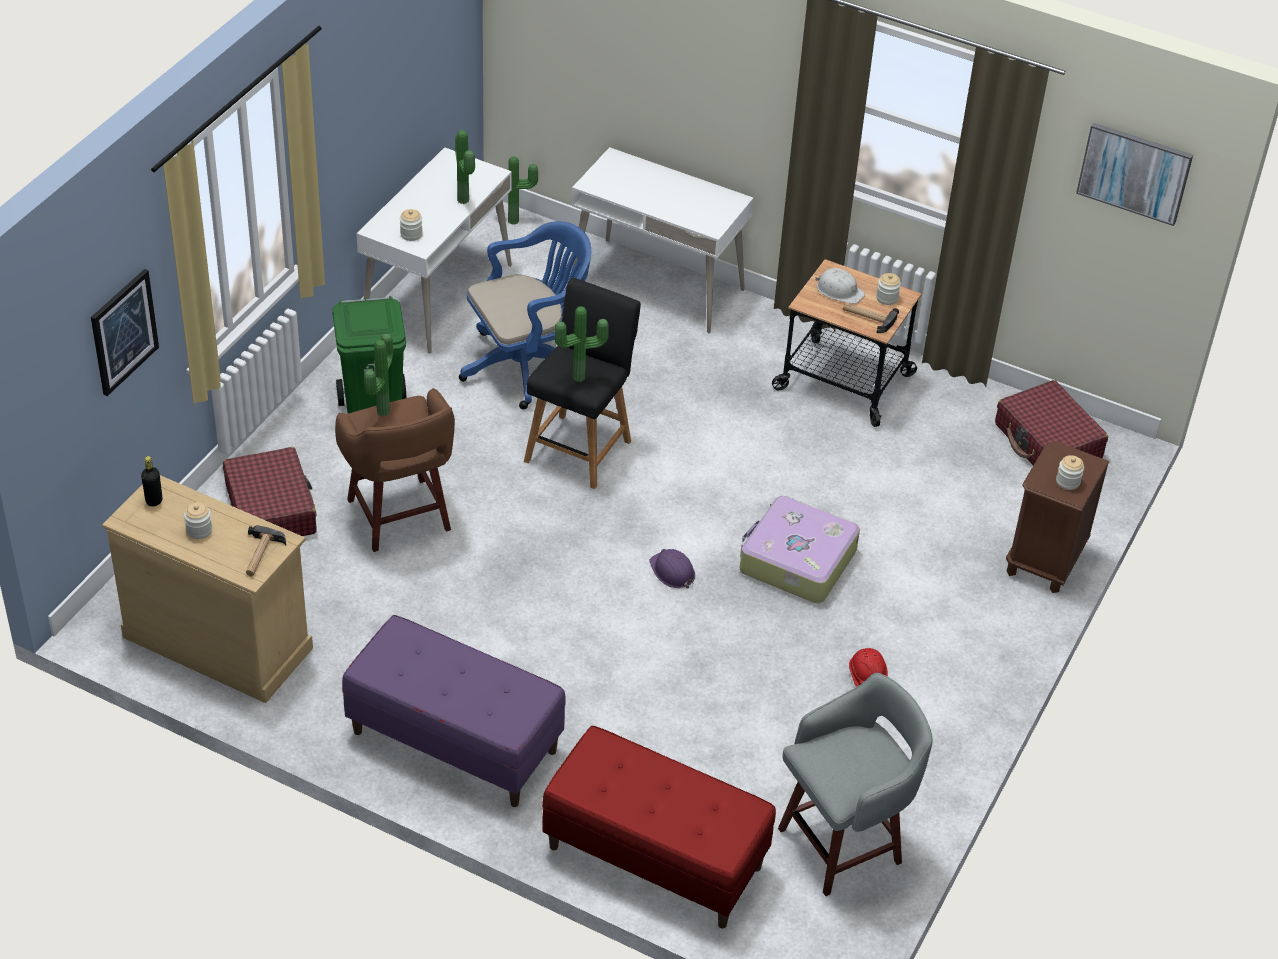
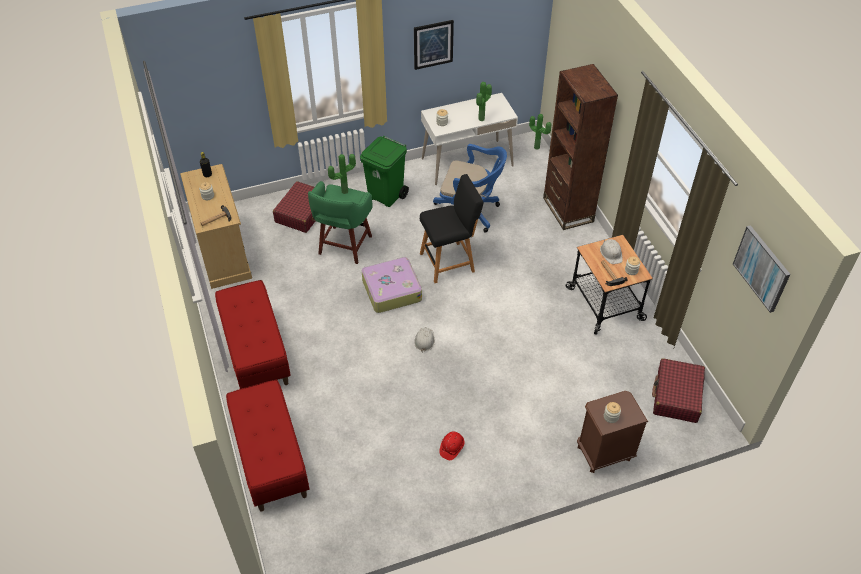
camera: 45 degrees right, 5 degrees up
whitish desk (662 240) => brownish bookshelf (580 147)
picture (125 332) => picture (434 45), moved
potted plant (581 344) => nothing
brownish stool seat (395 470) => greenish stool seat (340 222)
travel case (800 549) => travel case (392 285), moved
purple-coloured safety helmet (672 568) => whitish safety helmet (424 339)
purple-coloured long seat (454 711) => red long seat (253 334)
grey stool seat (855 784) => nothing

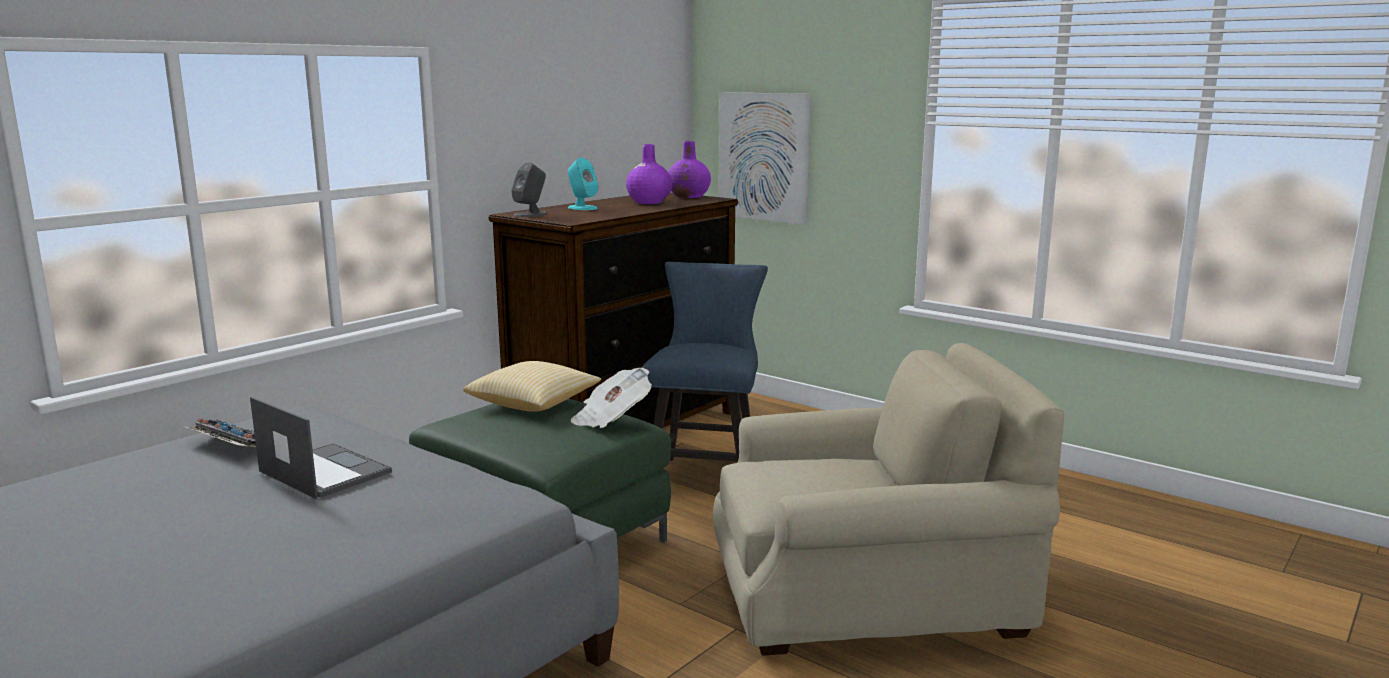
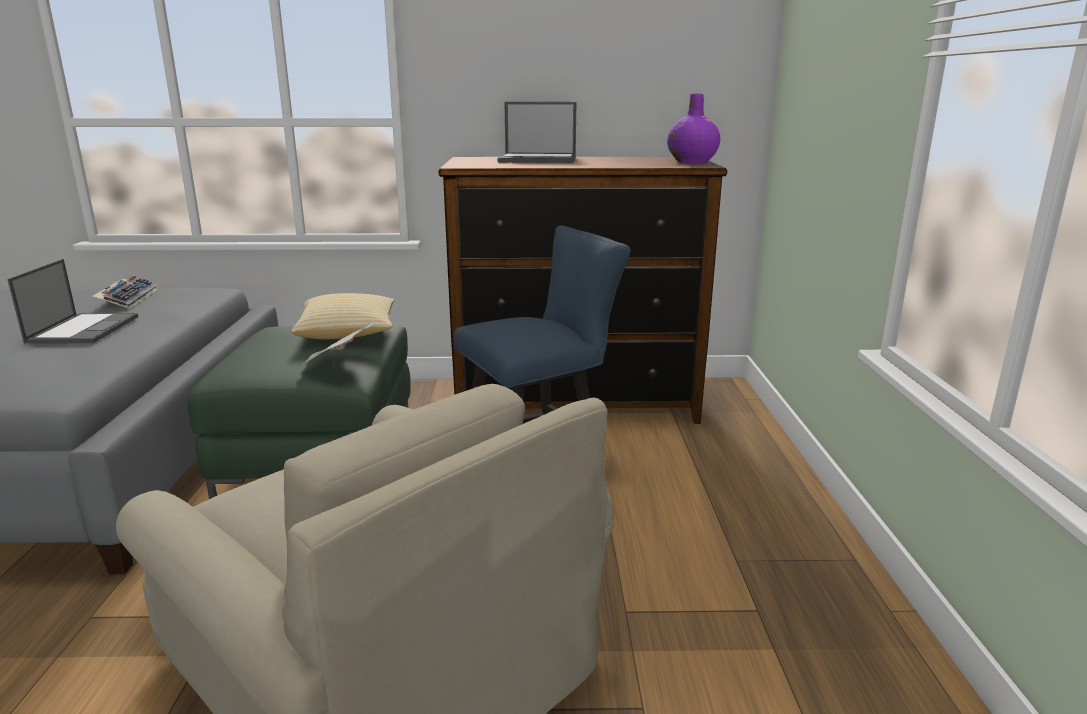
camera: 50 degrees right, 5 degrees up
picture (765 158) => nothing
purple-coloured vase (649 174) => nothing
turquoise-coloured loudspeaker (583 184) => portable computer (536 132)
grey loudspeaker (529 189) => nothing

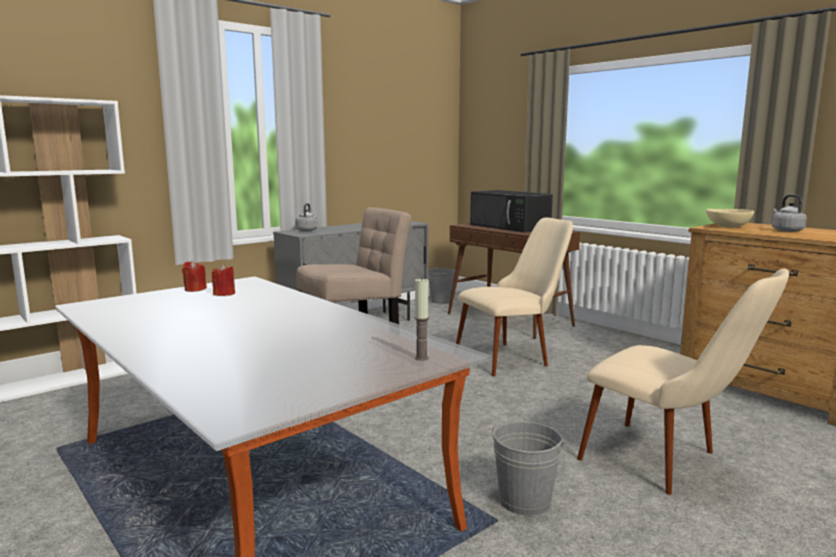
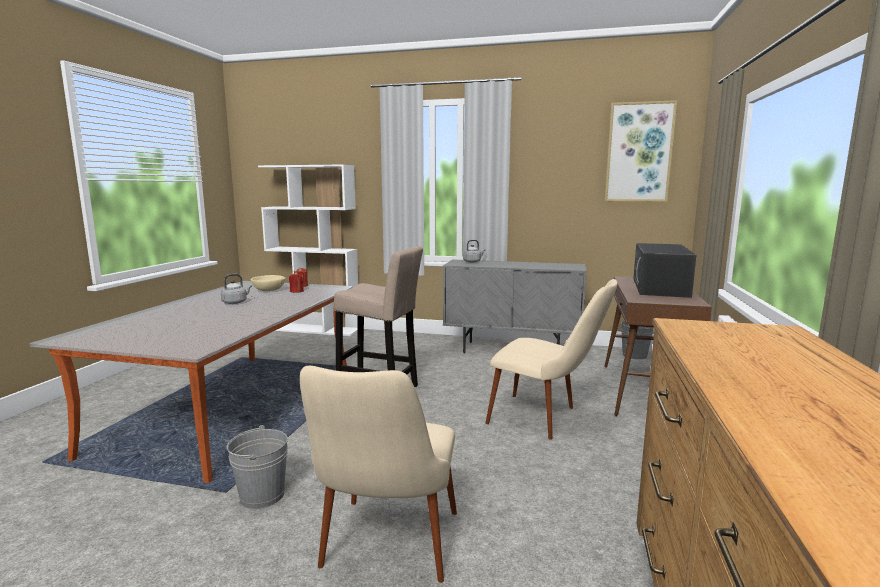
camera: 55 degrees right, 0 degrees up
grey kettle (789 213) => grey kettle (236 289), moved
sand-coloured deep dish (730 218) => sand-coloured deep dish (268 283), moved
candle (422 320) => nothing
nothing => picture (641 151)

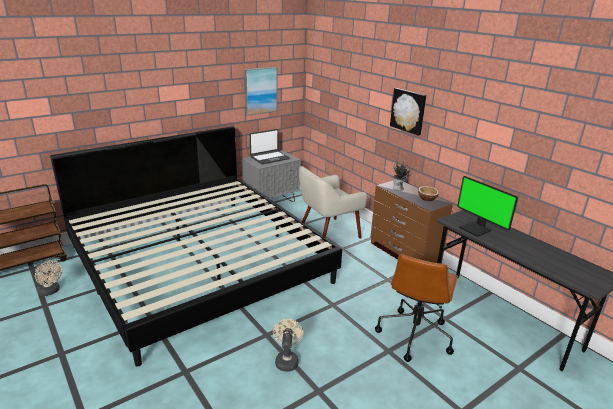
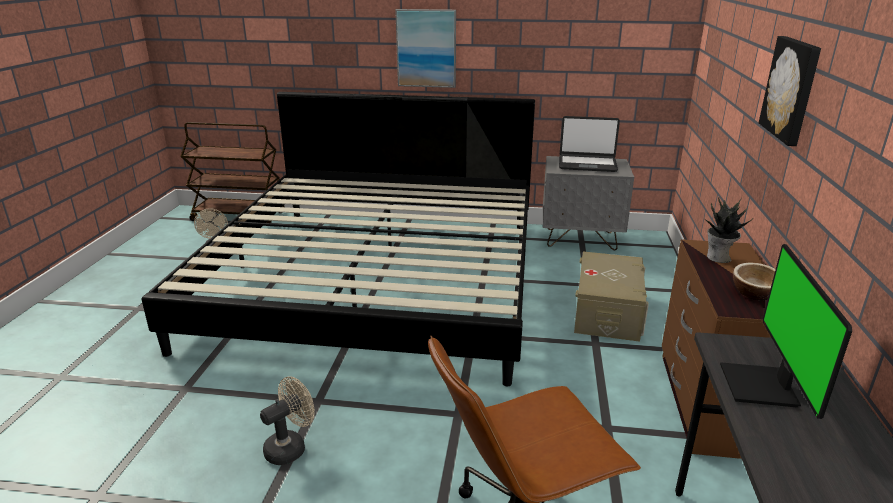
camera: 45 degrees right, 0 degrees up
picture (260 91) => picture (425 48), moved
sand-coloured easy chair (333 202) => sand-coloured storage box (611 296)

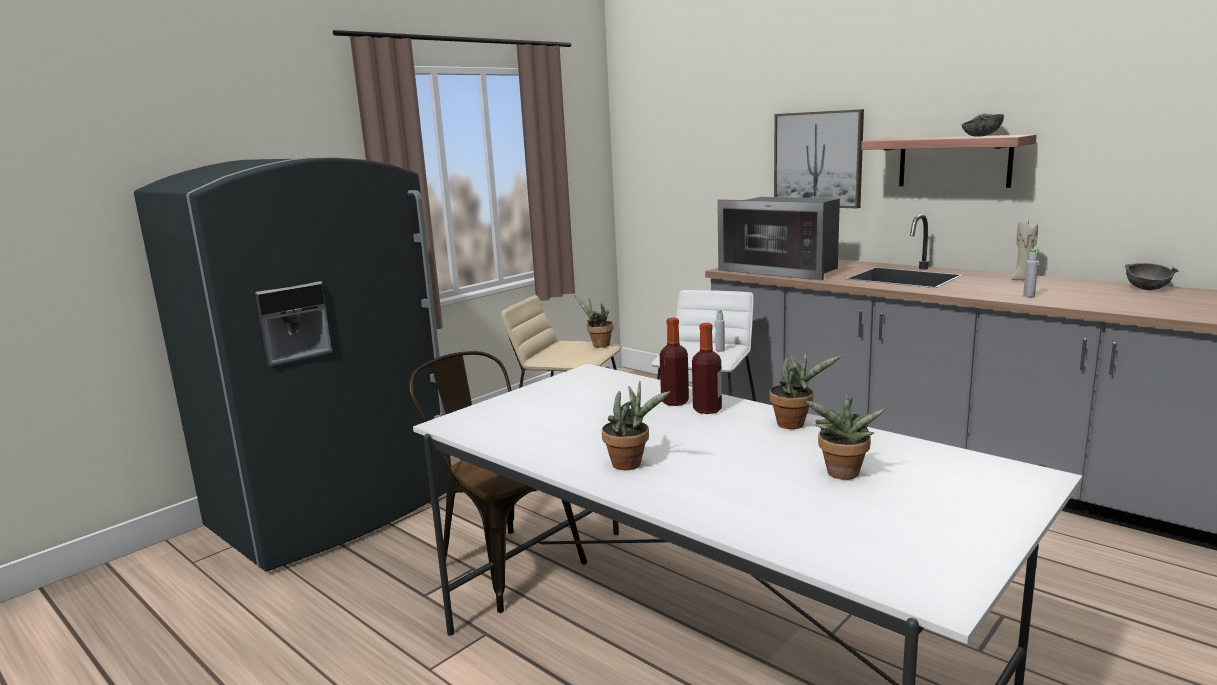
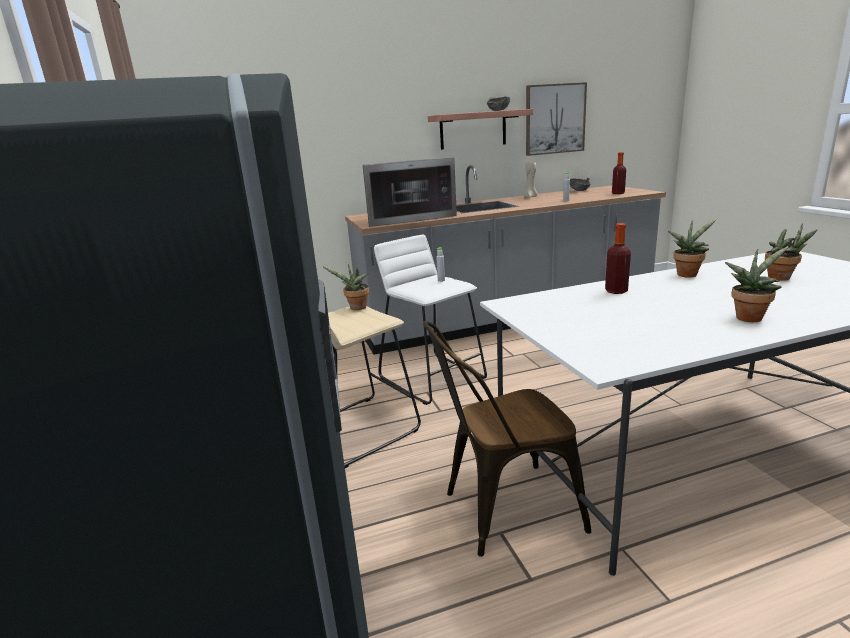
camera: 60 degrees left, 5 degrees up
picture (819 158) => picture (556 119), moved
bottle (707 368) => bottle (619 173), moved

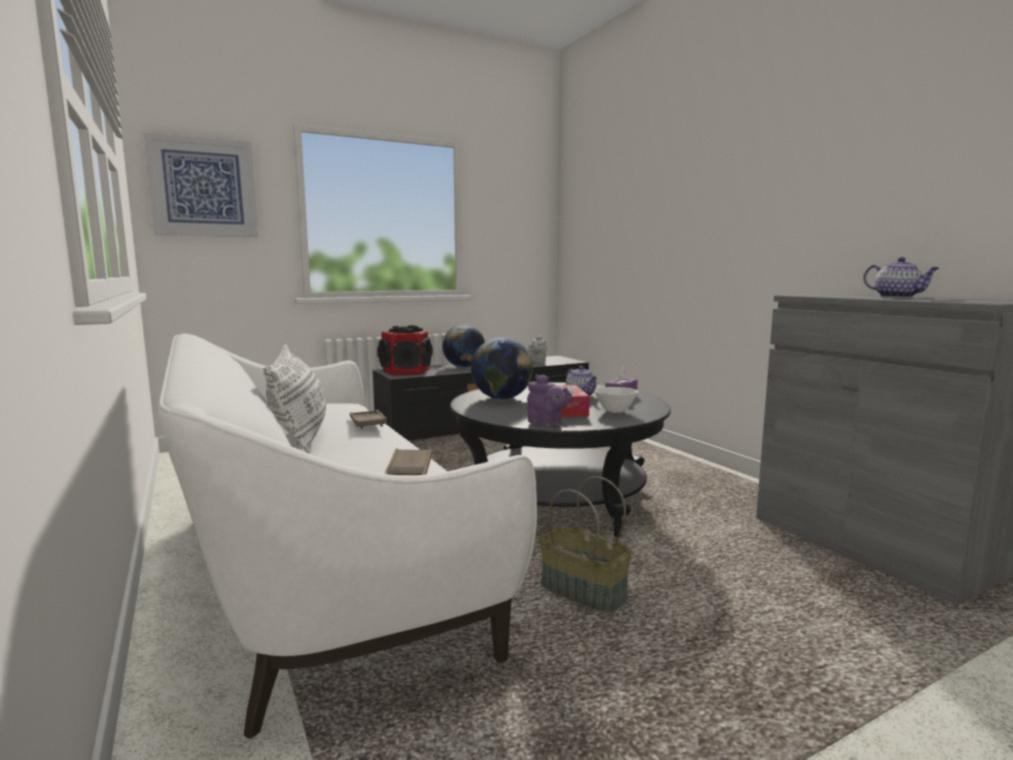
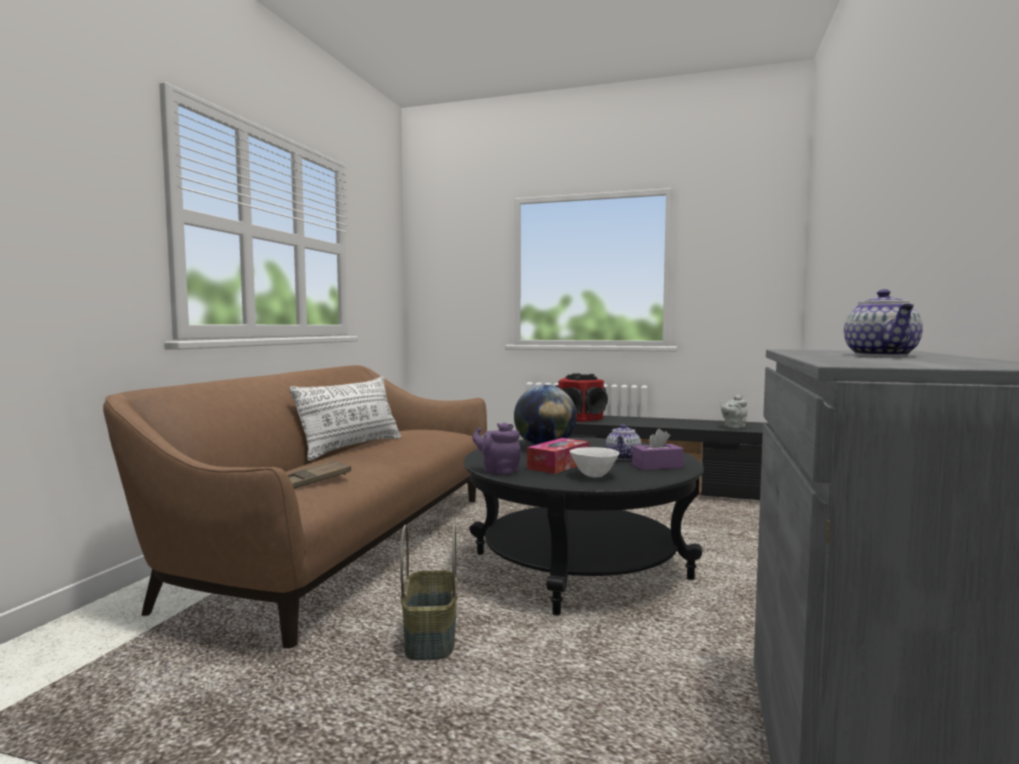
camera: 45 degrees right, 5 degrees down
picture (201 184) => nothing
desk globe (463 345) => nothing
whitish sofa (347 536) => brownish sofa (295 507)
purple-coloured teapot (549 400) => purple-coloured teapot (497 448), 120 degrees clockwise
brownish serving tray (368 419) => nothing

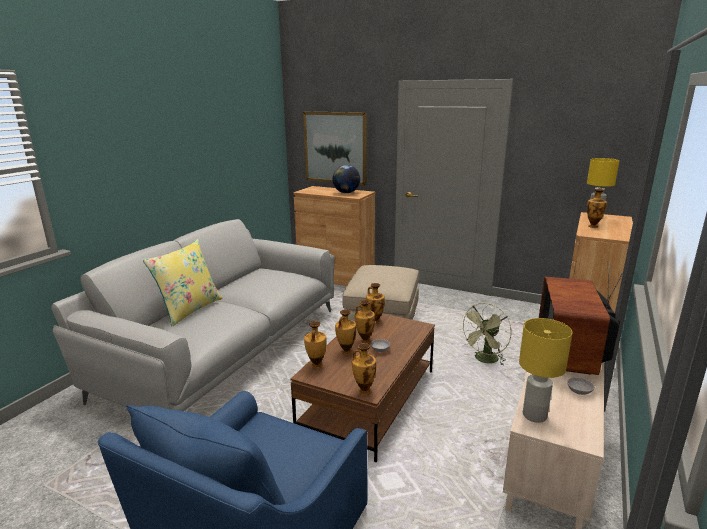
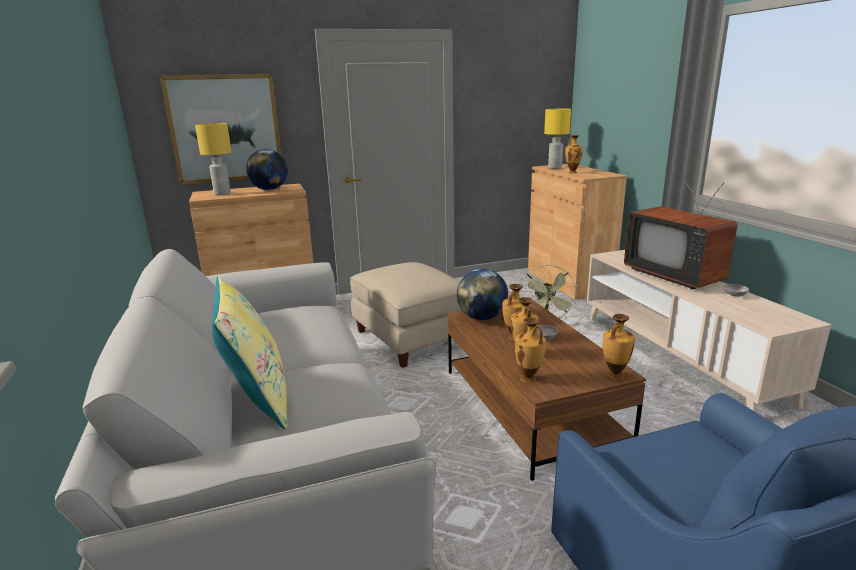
camera: 45 degrees left, 0 degrees up
vase (375 303) => desk globe (482 294)
yellow lamp for a table (545 370) => yellow lamp for a table (213 159), moved

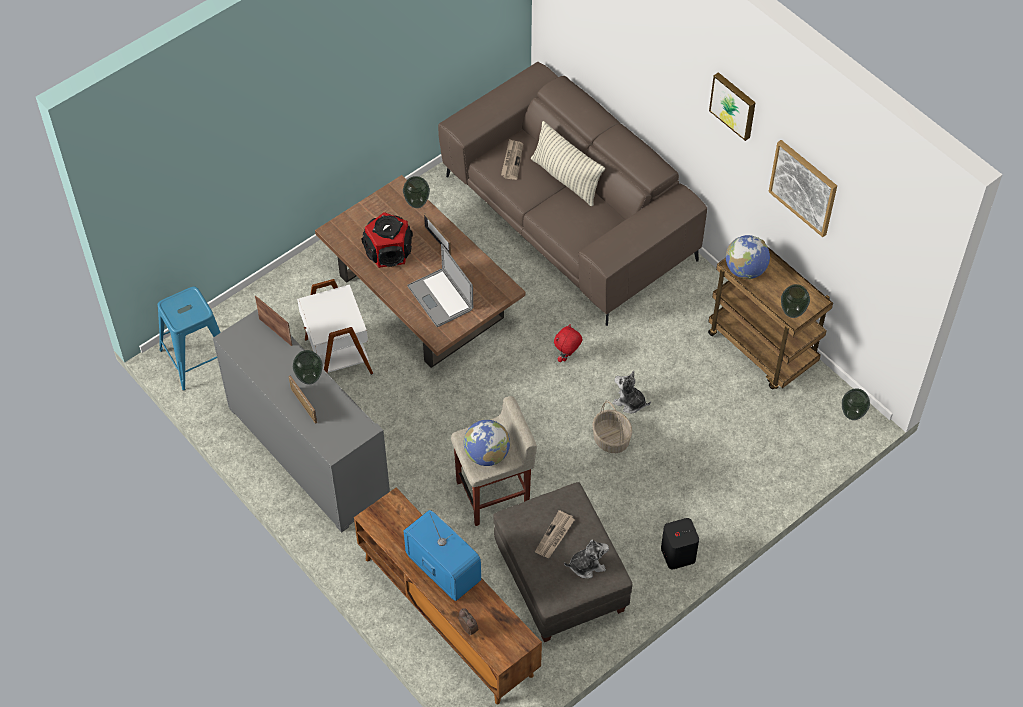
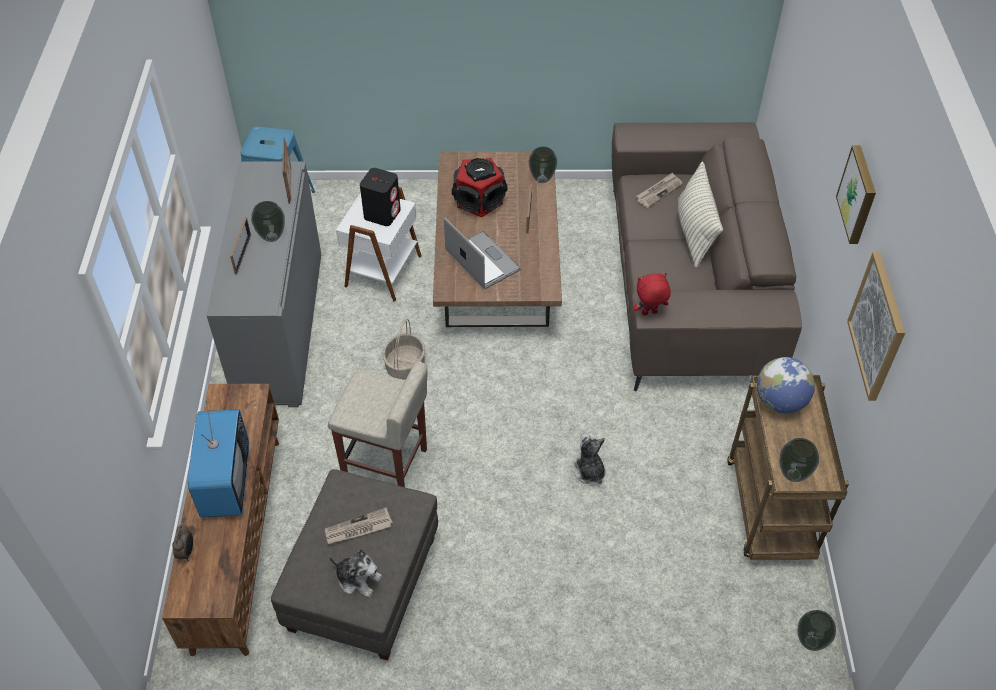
camera: 40 degrees right, 5 degrees down
portable computer (440 285) => portable computer (482 253), 135 degrees clockwise
red plush toy (568 343) => red plush toy (652 294), moved
basket (612 426) => basket (403 349), moved
desk globe (487 443) => nothing
blackish loudspeaker (680 543) => blackish loudspeaker (380 197), moved

